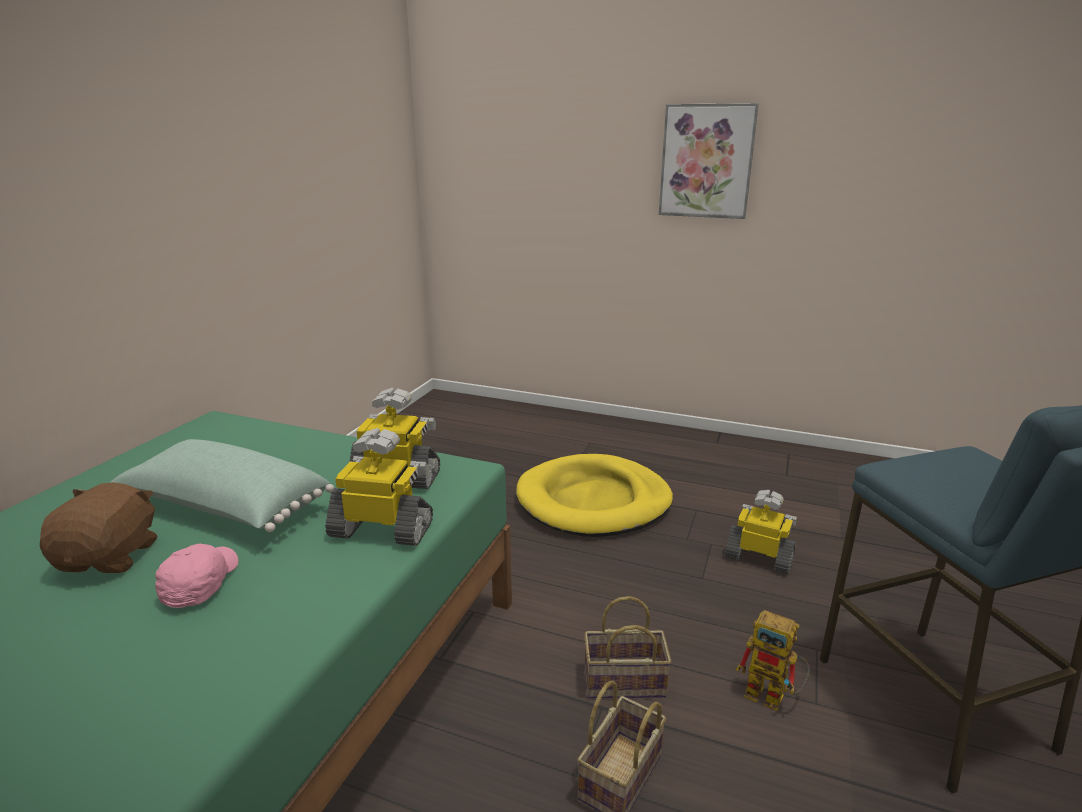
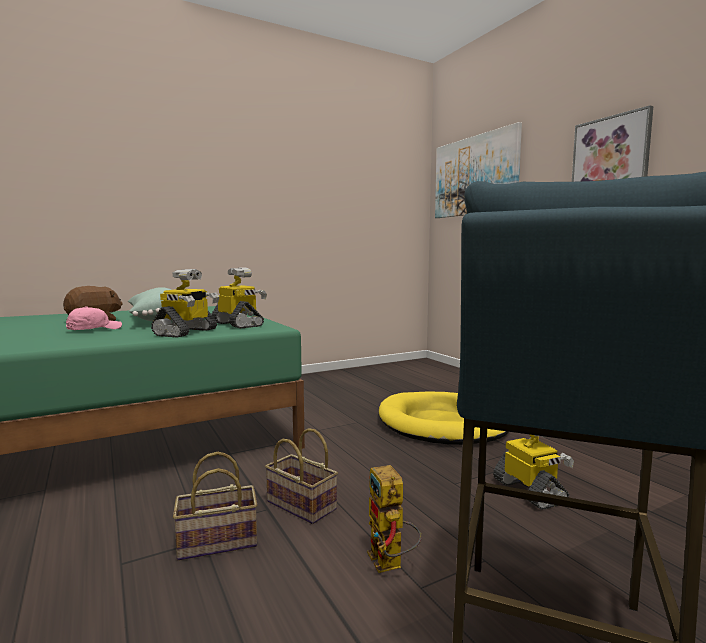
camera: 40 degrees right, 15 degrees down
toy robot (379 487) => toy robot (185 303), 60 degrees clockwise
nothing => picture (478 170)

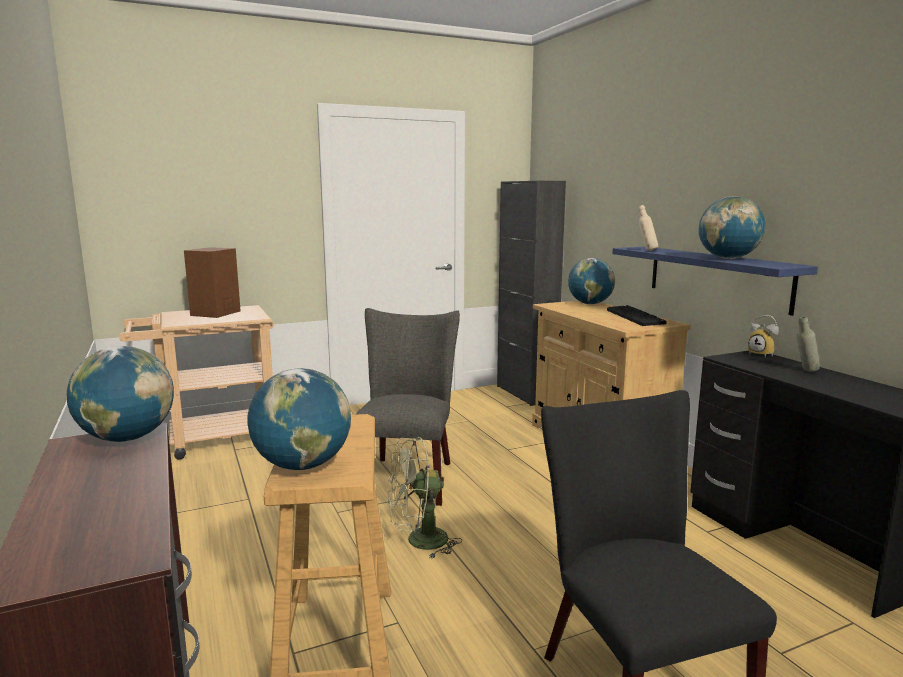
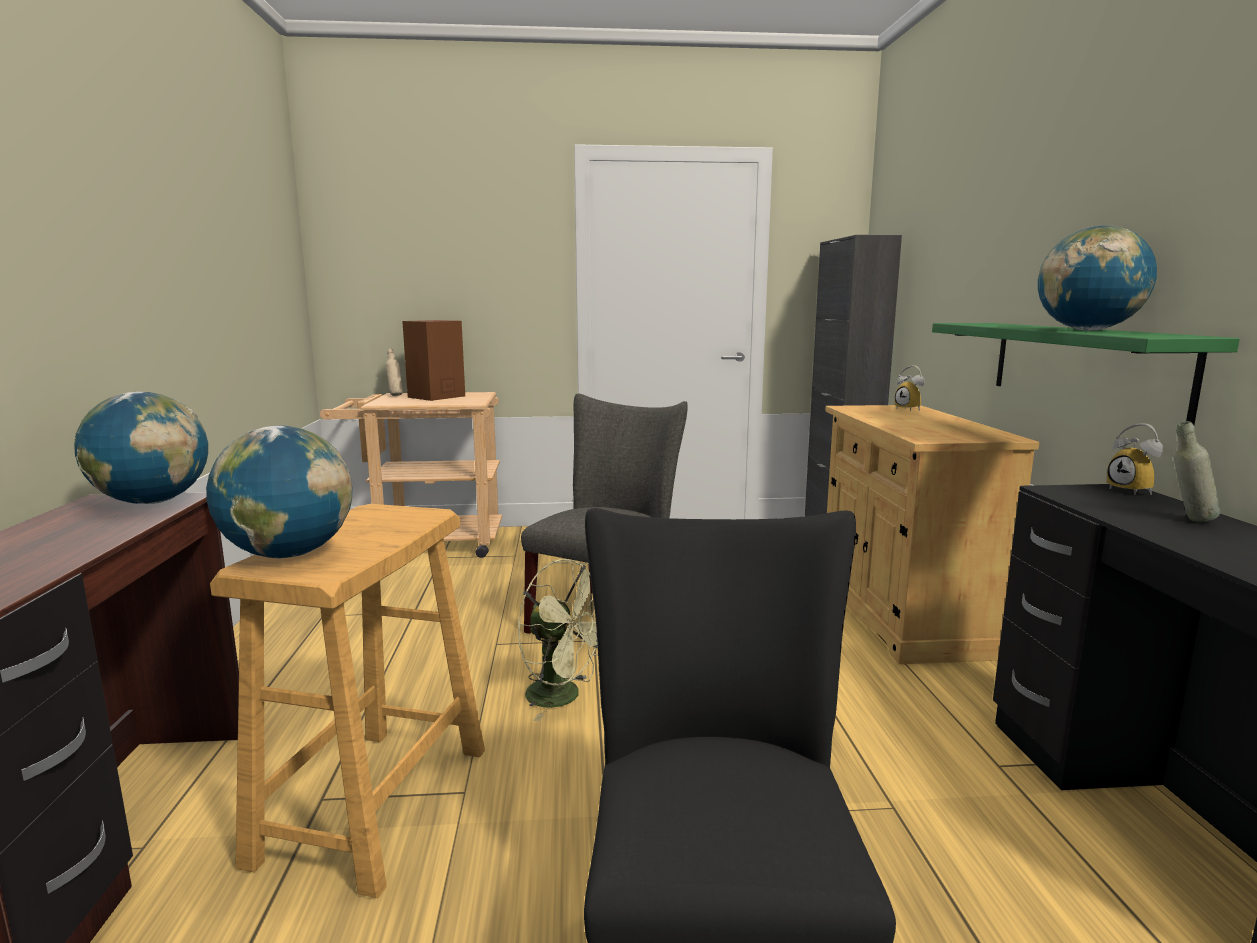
camera: 20 degrees right, 0 degrees up
sand-coloured bottle (648 228) => sand-coloured bottle (394 372), moved
blue-coloured bracket shelf (715 281) => greenish bracket shelf (1086 374)
desk globe (591 281) => alarm clock (909 388)
PC keyboard (637 315) => nothing
greenish cooling fan (425 498) => greenish cooling fan (557 640), 150 degrees counterclockwise

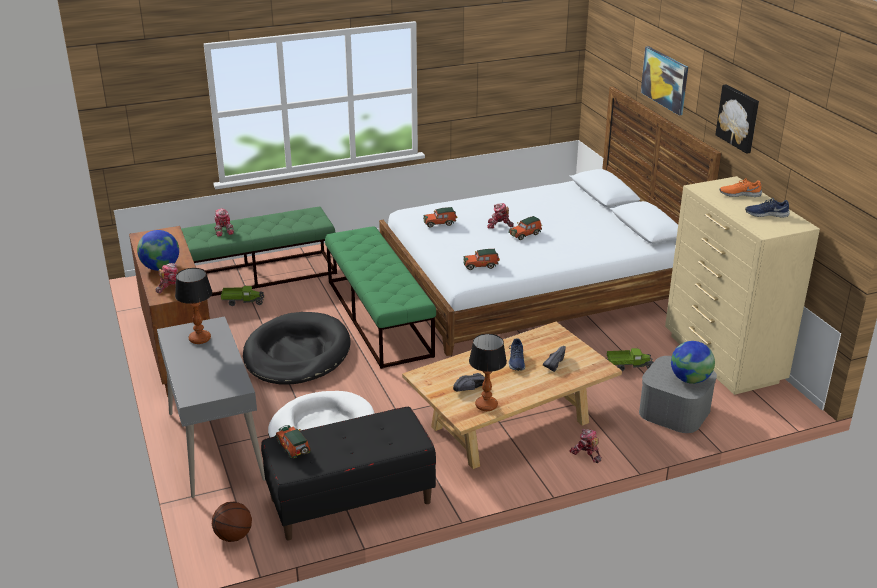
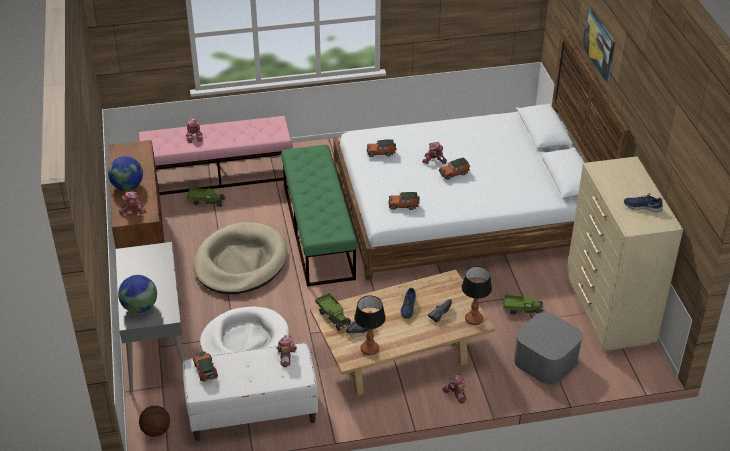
camera: 10 degrees right, 10 degrees up
picture (737 119) => nothing
orangey item of footwear (741 187) => nothing
greenish long seat (259 251) => pinkish long seat (215 155)
lamp for a table (194 306) => lamp for a table (476 295), moved
blackish dog cushion (297 348) => sand-coloured dog cushion (240 258)
desk globe (693 362) => desk globe (137 294), moved
blackish long seat (348 474) => whitish long seat (250 392)
nothing => model truck (333 312)
nothing => toy robot (286 351)

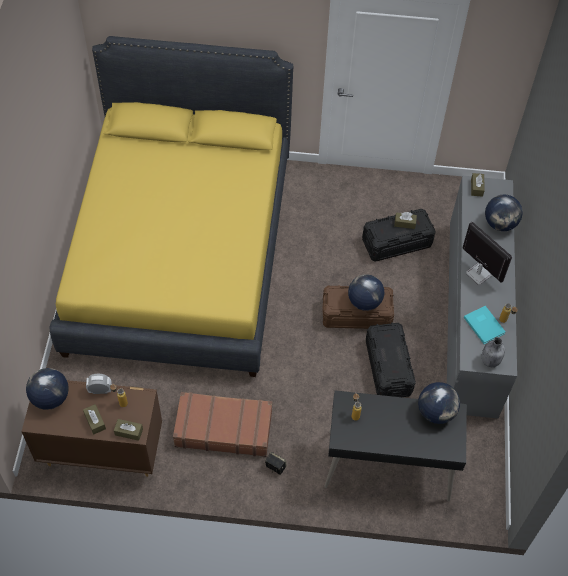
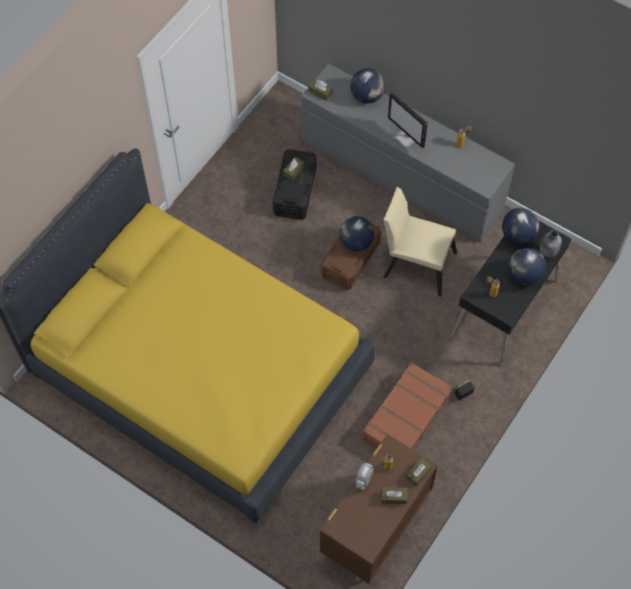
camera: 60 degrees left, 5 degrees up
computer screen (487 253) => computer screen (408 120), 120 degrees counterclockwise
turquoise-coloured volume (484 325) => nothing
blackish storage box (391 359) => sand-coloured upright chair (420 242)
grey bottle (493 352) => grey bottle (551 243), moved
desk globe (47 389) => desk globe (527 266), moved

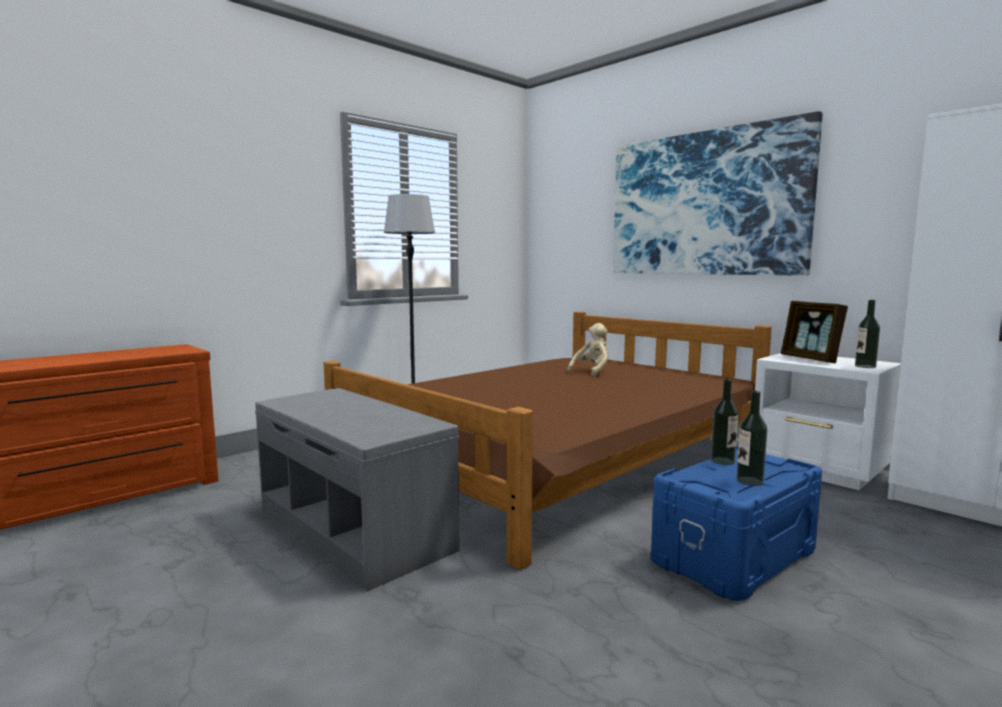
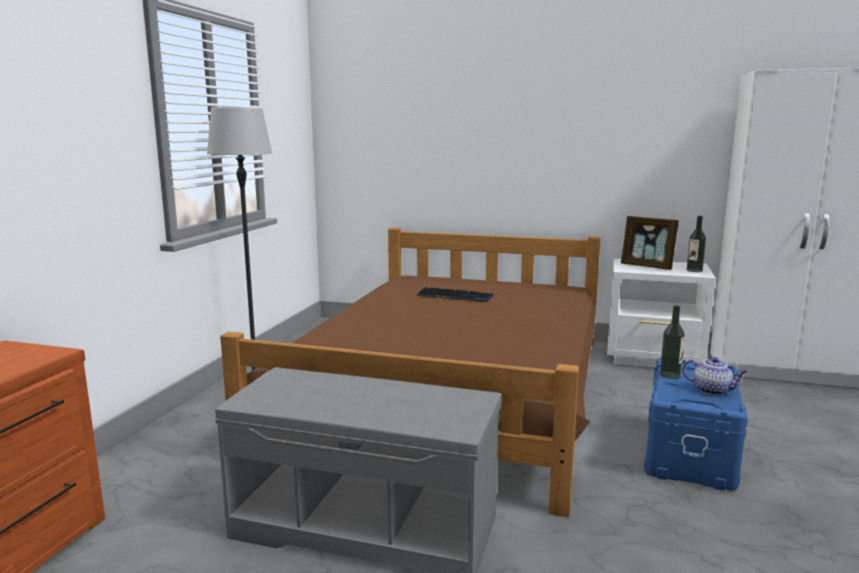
camera: 30 degrees left, 5 degrees up
picture (718 193) => nothing
sand-coloured plush toy (588 350) => PC keyboard (454 294)
bottle (751 438) => teapot (714 376)

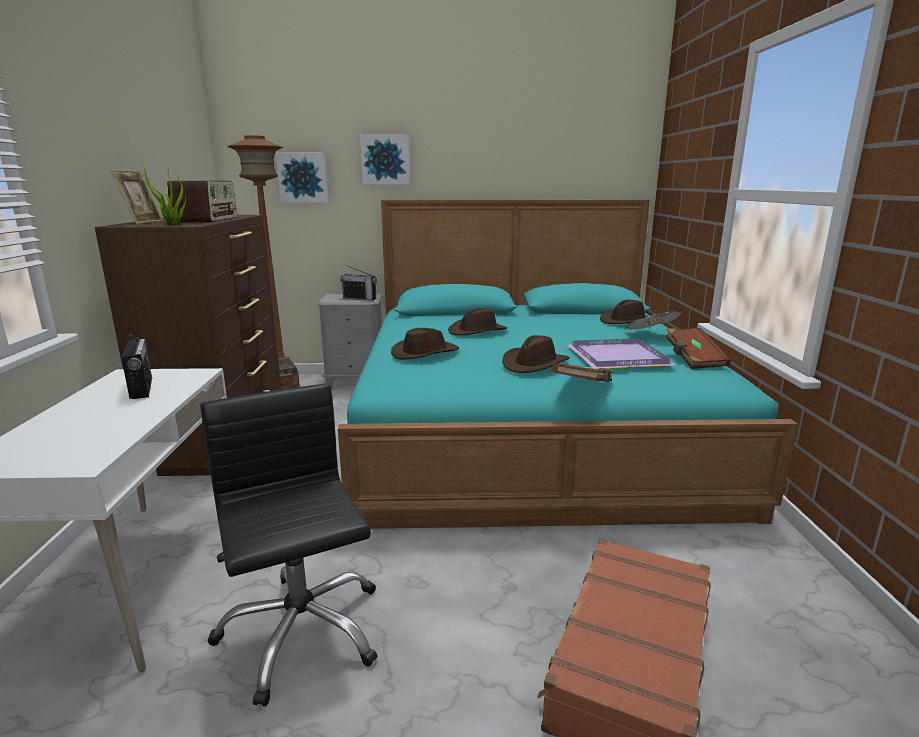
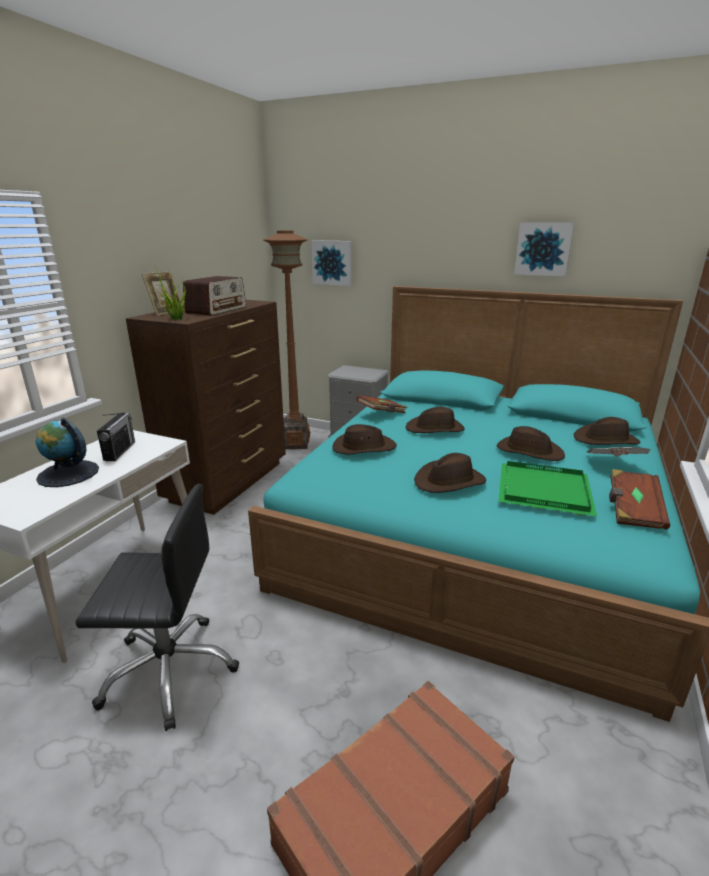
camera: 25 degrees right, 5 degrees up
picture (385 159) => picture (544 249), moved
radio (358 282) => nothing
purple-coloured serving tray (621 354) => greenish serving tray (547 488)
brownish volume (583 373) => brownish volume (382 404), moved
blackish office chair (288 545) => blackish office chair (157 607), 90 degrees clockwise
nothing => desk globe (67 452)
nothing => brownish wearable hat (531 443)

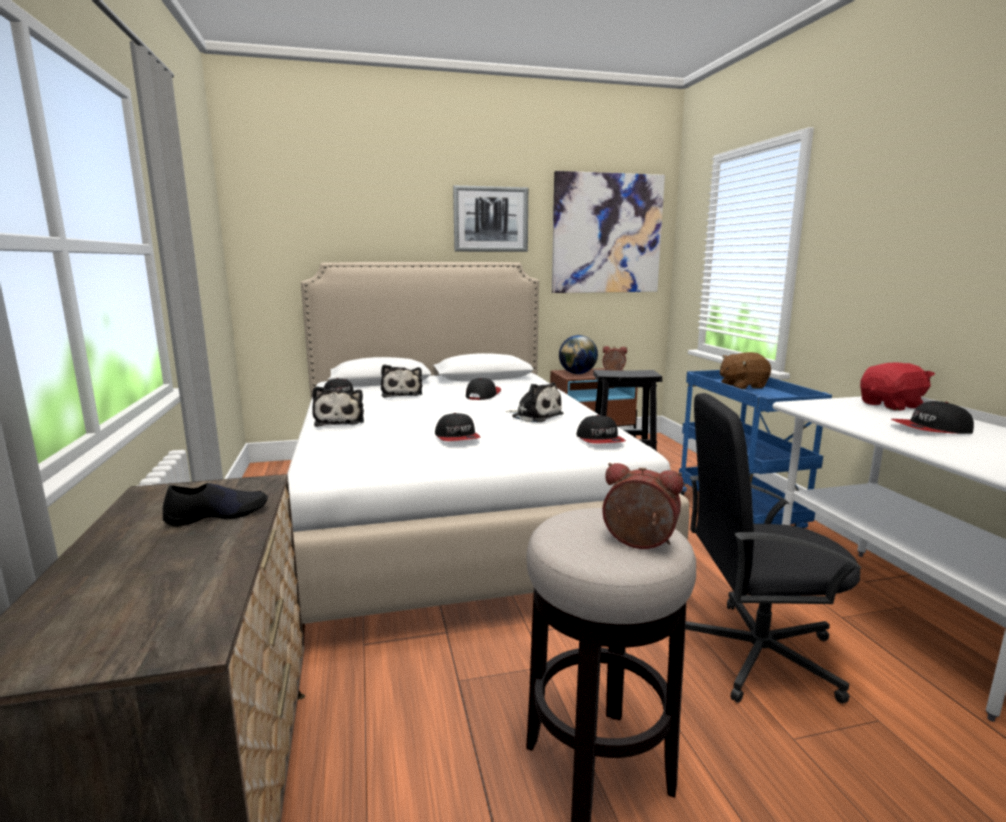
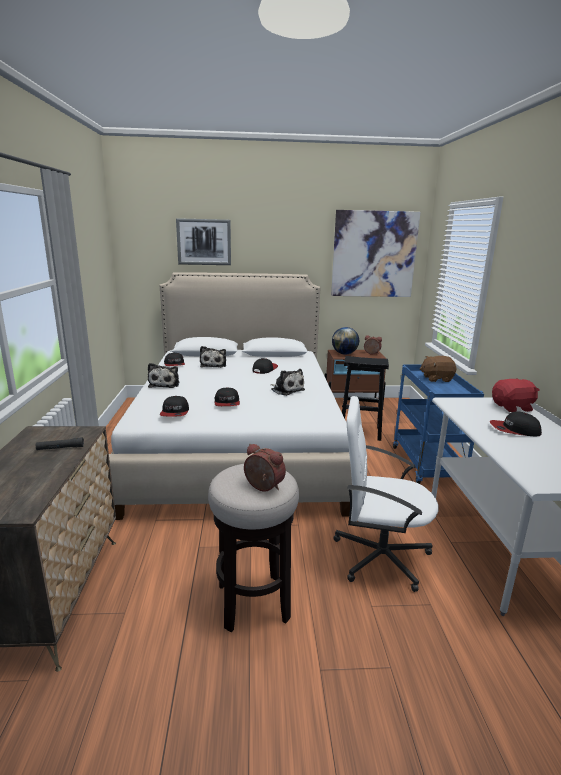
camera: 10 degrees right, 5 degrees up
picture (490 218) => picture (203 241), moved
blackish office chair (773 548) => whitish office chair (386 494)
peaked cap (601 429) => peaked cap (174 406), moved
blackish item of footwear (215 505) => blackish flashlight (60 443)

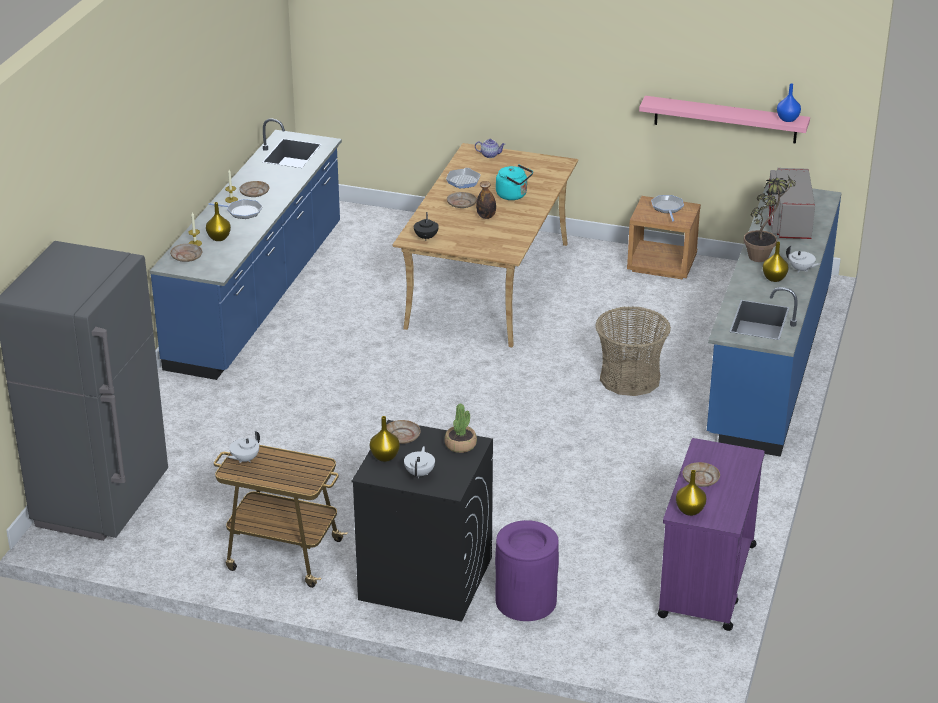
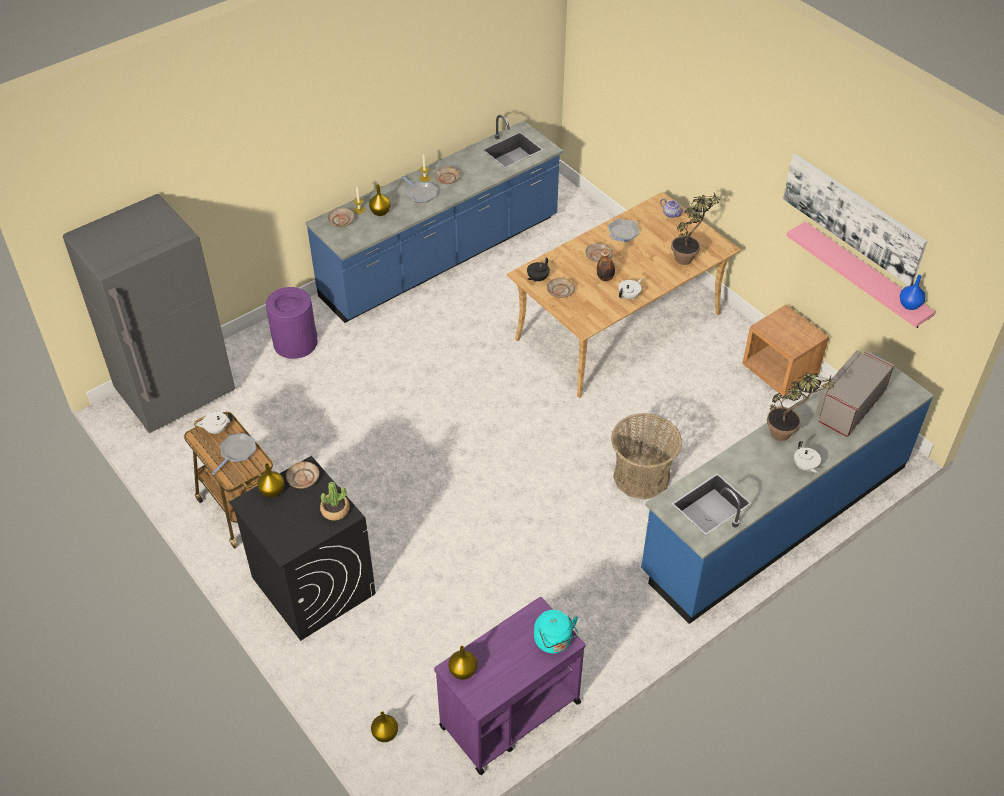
camera: 35 degrees right, 15 degrees up
turquoise-coloured kettle (514 182) => turquoise-coloured kettle (556 631), moved
pan (667 208) => pan (234 454), moved
yellow vase (775 262) => yellow vase (384 726), moved
whitish teapot (419 462) => whitish teapot (630 289), moved
sand-coloured flat dish (701 474) => sand-coloured flat dish (561 288), moved
purple-coloured rubbish bin (527 570) => purple-coloured rubbish bin (291 323), moved
nothing => picture (855 220)
nothing => potted plant (695 229)

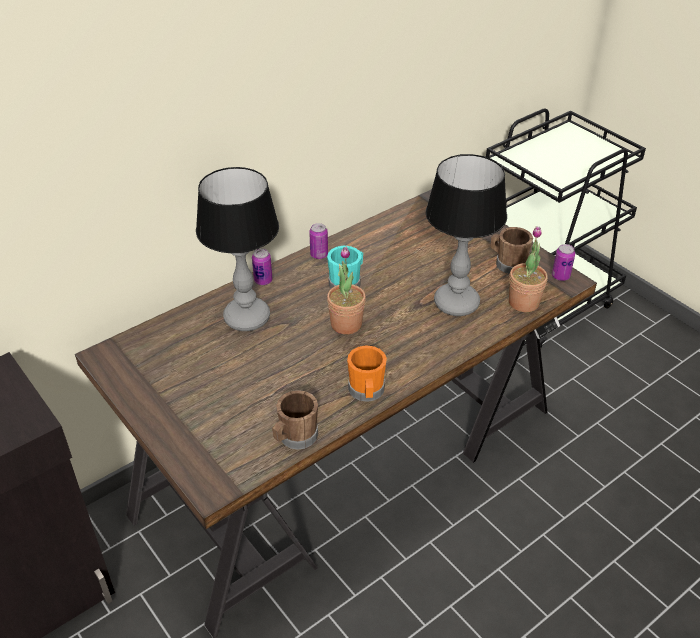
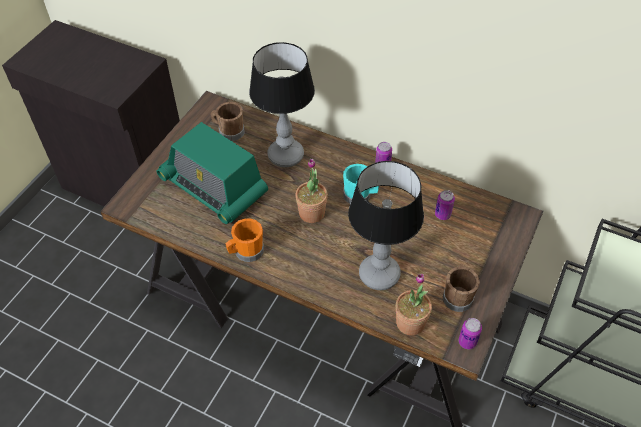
camera: 65 degrees right, 10 degrees up
sealed can (262 266) => sealed can (445 205), moved
brownish mug (295 420) => brownish mug (227 121), moved
nothing => radio (212 173)

